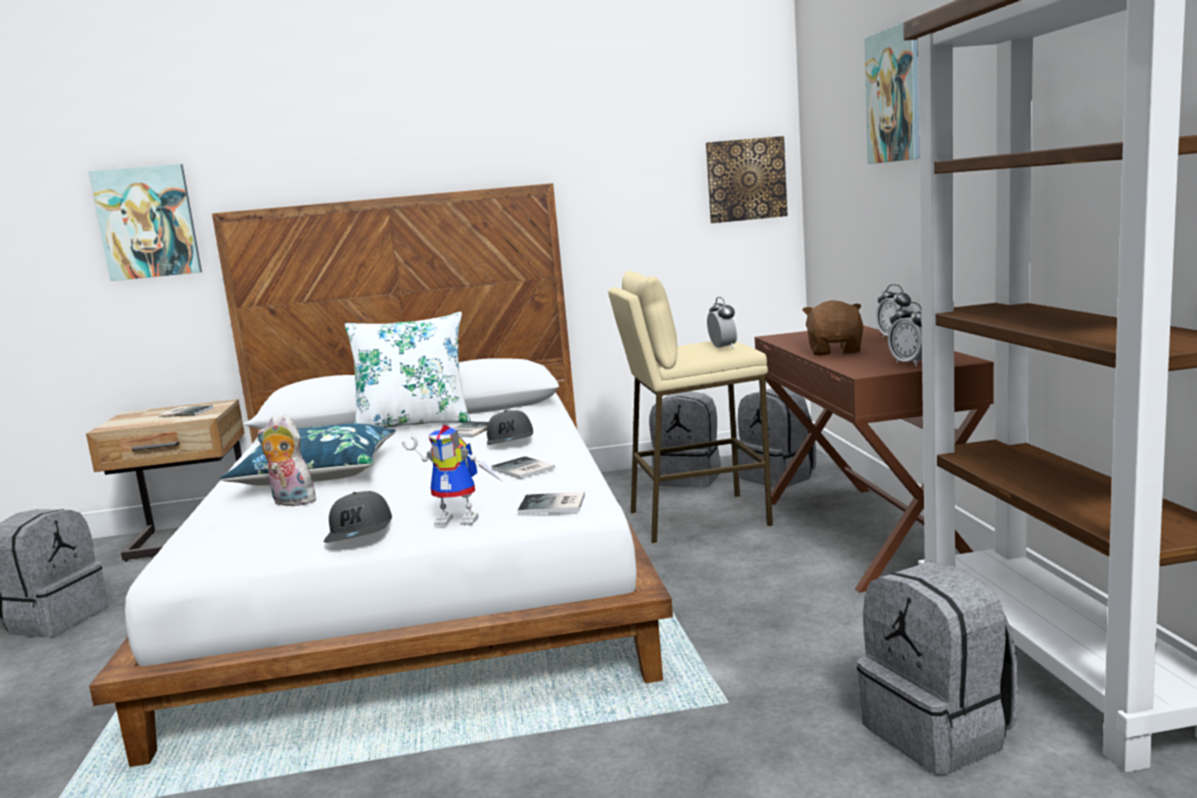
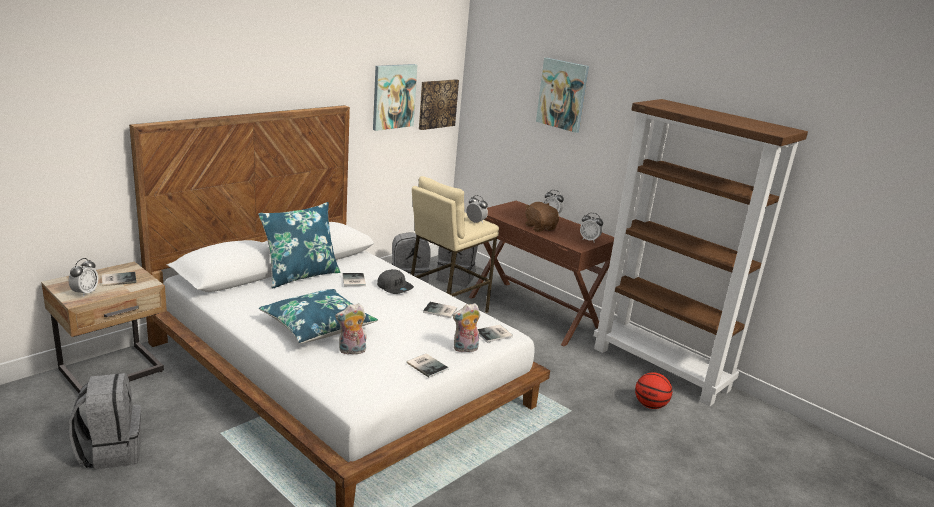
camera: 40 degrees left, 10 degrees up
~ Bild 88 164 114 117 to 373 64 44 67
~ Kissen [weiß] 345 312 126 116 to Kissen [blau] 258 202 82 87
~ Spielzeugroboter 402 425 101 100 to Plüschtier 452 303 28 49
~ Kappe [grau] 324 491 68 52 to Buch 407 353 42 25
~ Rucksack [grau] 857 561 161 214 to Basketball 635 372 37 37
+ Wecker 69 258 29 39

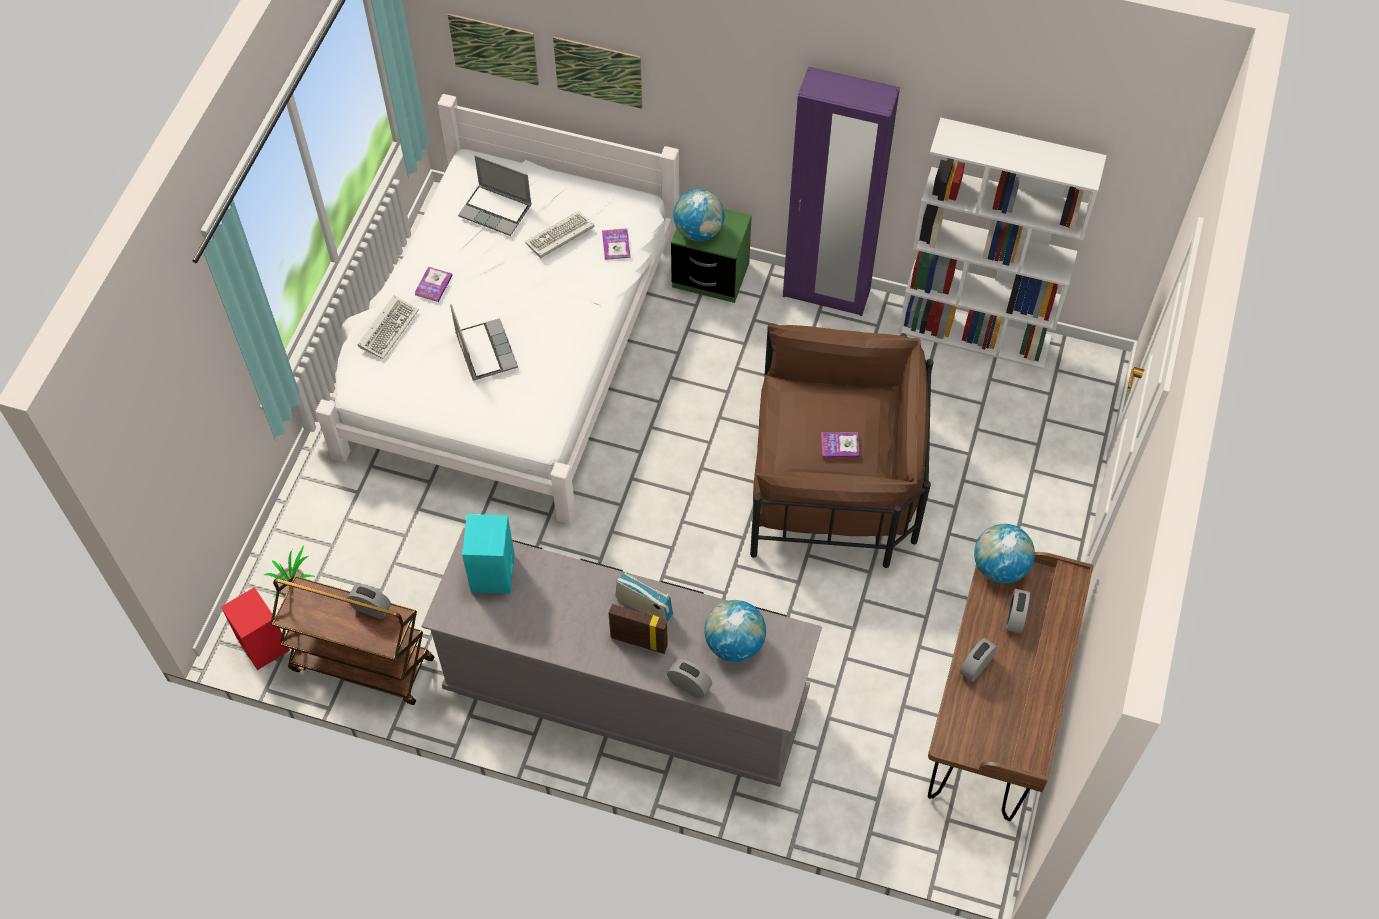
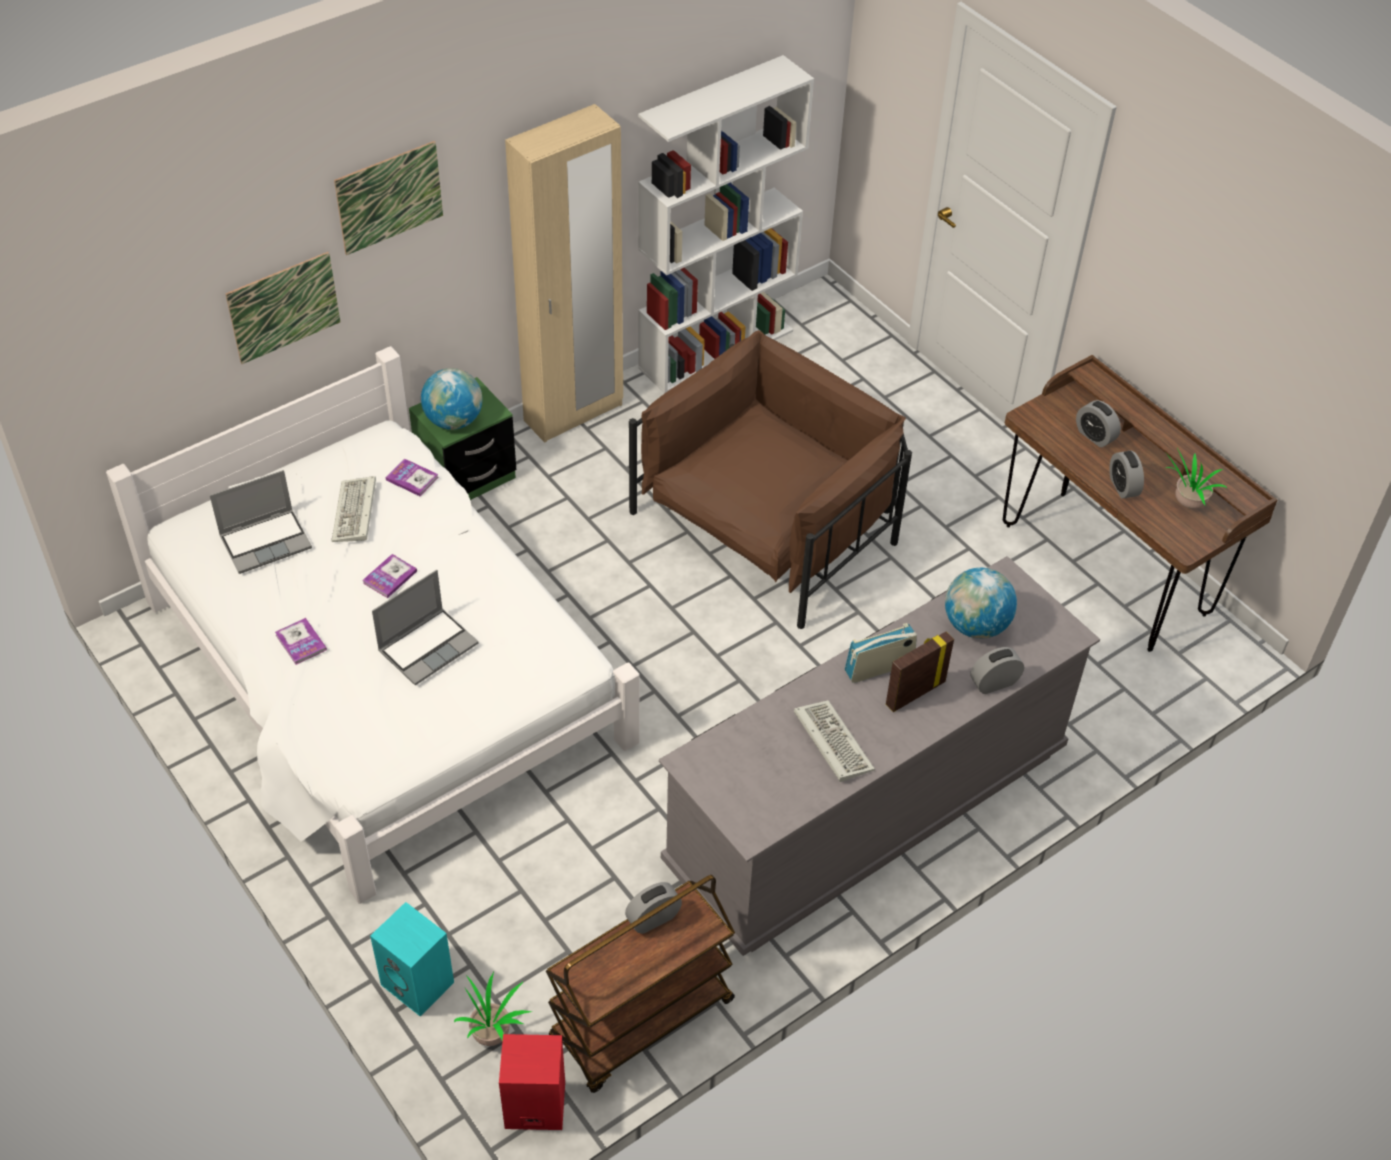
camera: 55 degrees left, 10 degrees down
~ Bild 448 14 91 71 to 334 141 109 114
~ Kleiderschrank [lila] 783 66 117 250 to Kleiderschrank [beige] 505 104 118 339
~ Tastatur 357 295 62 64 to 794 700 81 82
~ Laptop 450 304 68 77 = 372 570 107 116 120 degrees clockwise
~ Buch 821 432 39 26 to 363 554 54 44
~ Lautsprecher [türkis] 462 514 53 80 to 370 902 84 114
- Globus 974 524 61 59
+ Topfpflanze 1166 448 61 61

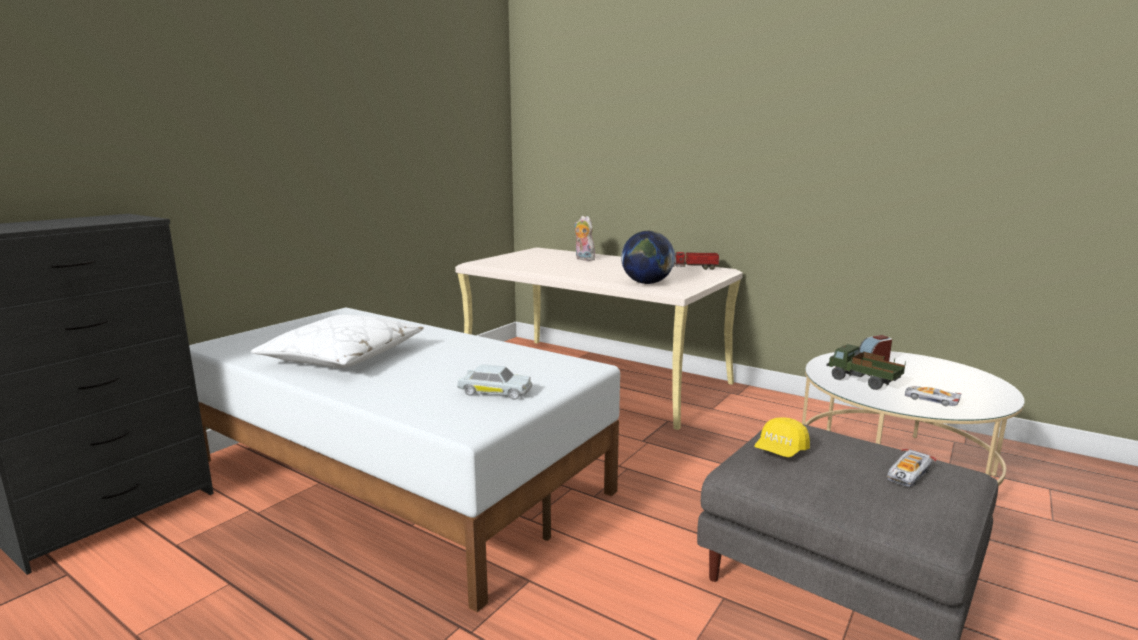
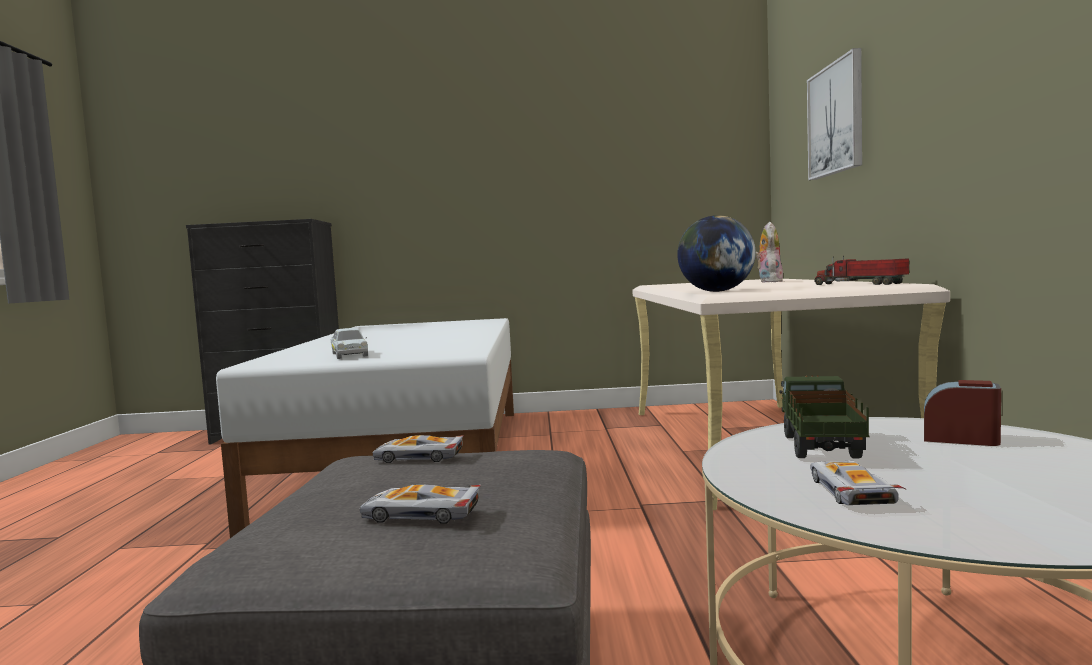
camera: 55 degrees right, 10 degrees down
- Kissen [weiß] 251 315 173 53
~ Kappe [gelb] 754 417 56 40 to Spielzeugauto 373 435 91 28
+ Bild 807 48 55 132

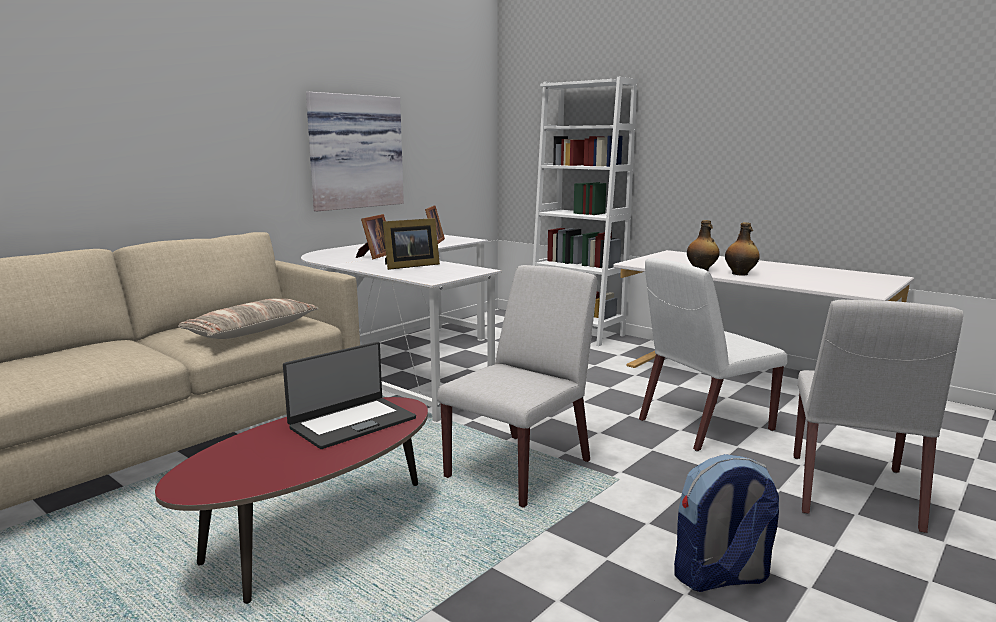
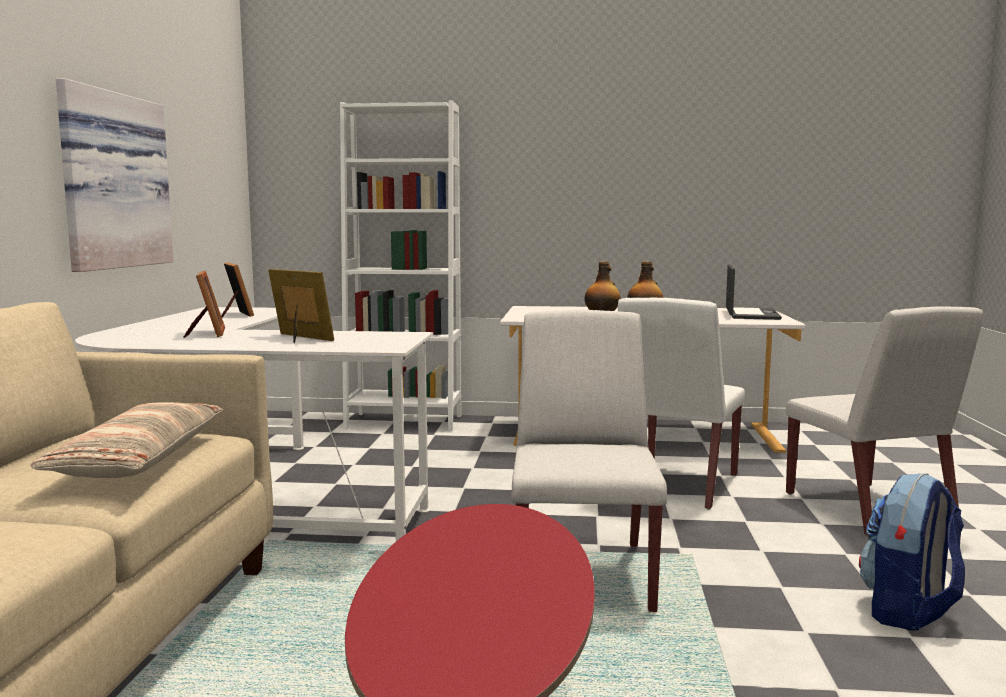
camera: 35 degrees left, 5 degrees down
~ Bilderrahmen 383 218 57 52 = 268 269 66 74 75 degrees counterclockwise
~ Laptop 283 342 133 107 to 726 264 56 56

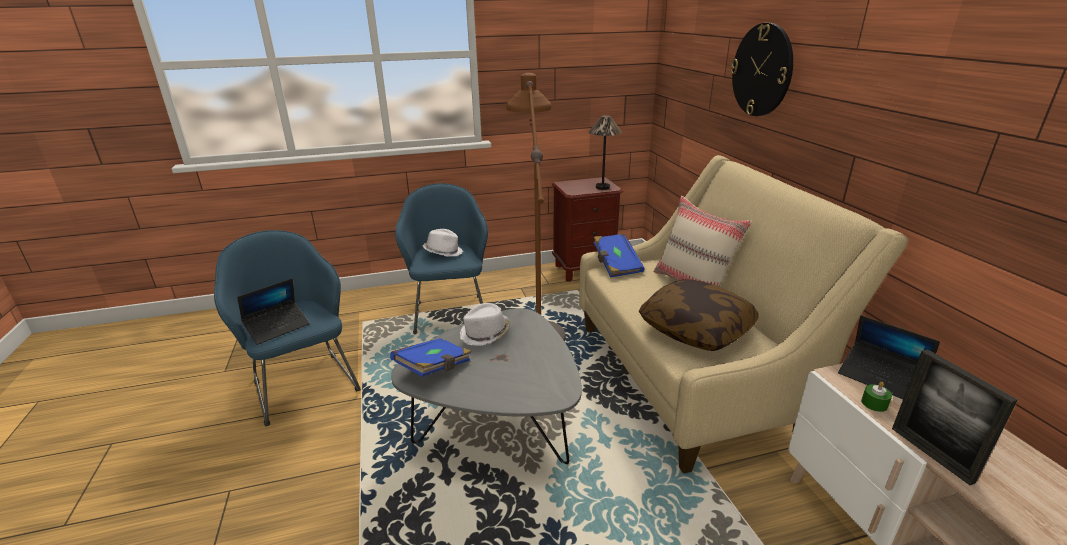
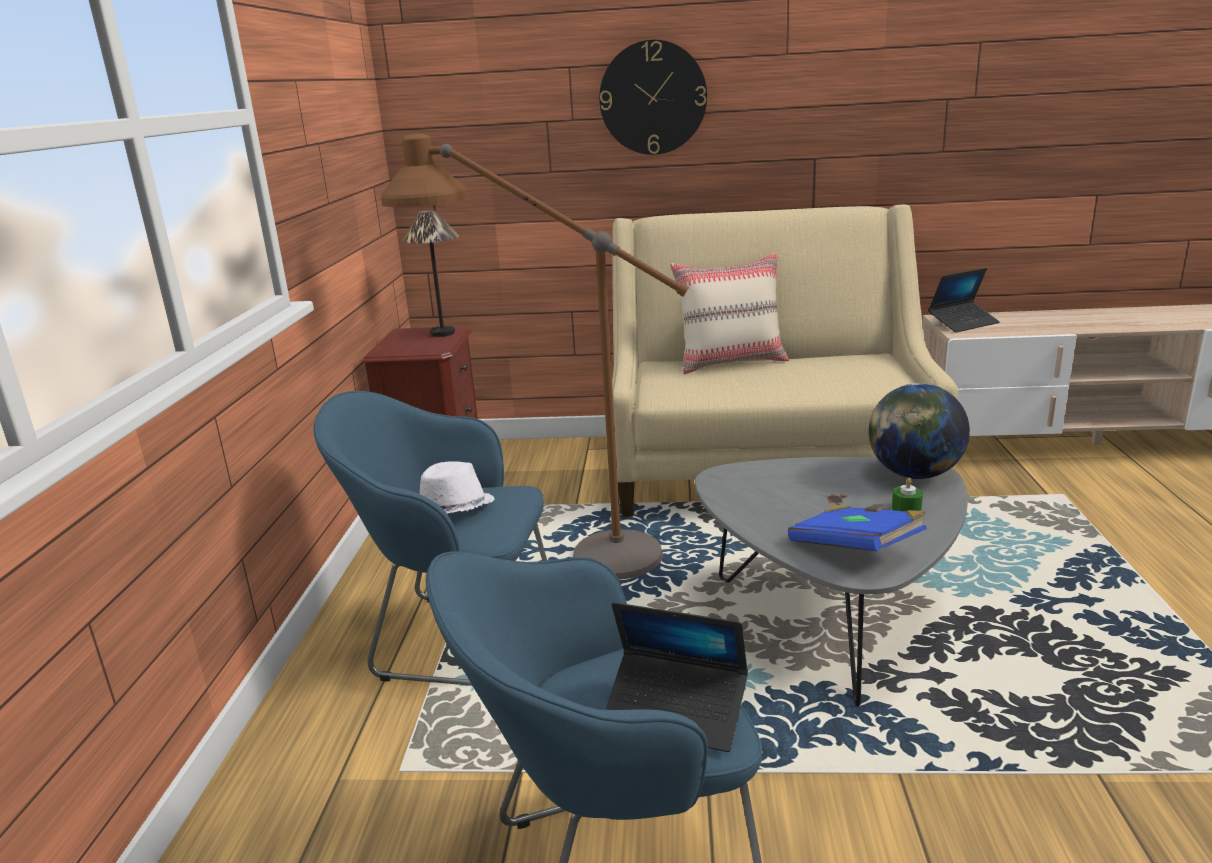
camera: 70 degrees left, 5 degrees down
- Buch [blau] 593 234 52 43
~ Laptop 237 279 73 66 = 605 602 143 150 135 degrees clockwise
- Kissen 639 279 120 72
- Hut [weiß] 460 303 50 43
- Bilderrahmen 892 349 126 136
~ Kerze [grün] 861 382 31 30 to 892 478 31 33
+ Globus 869 383 101 96

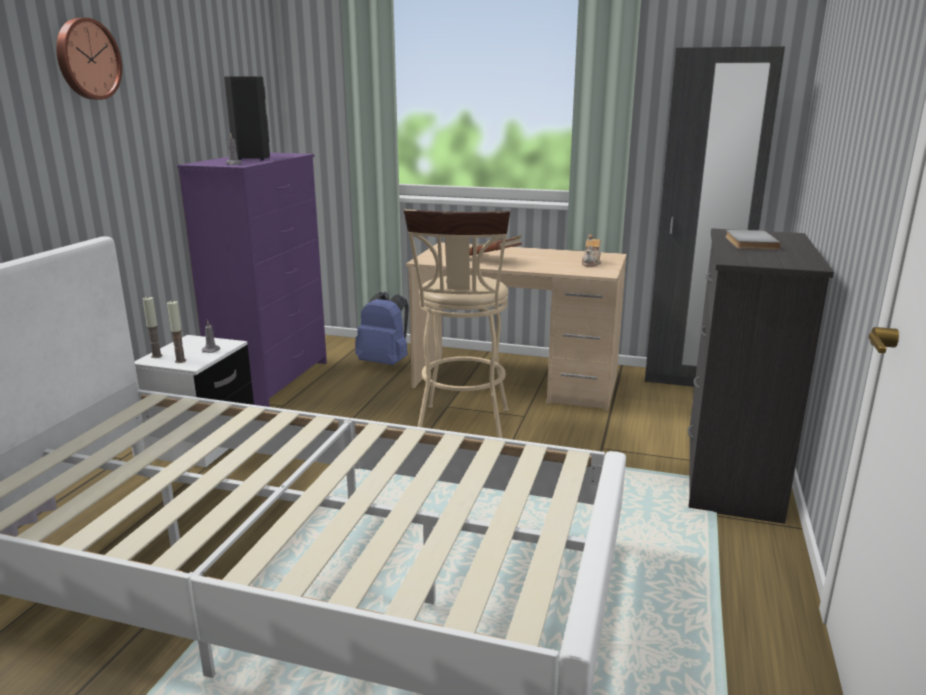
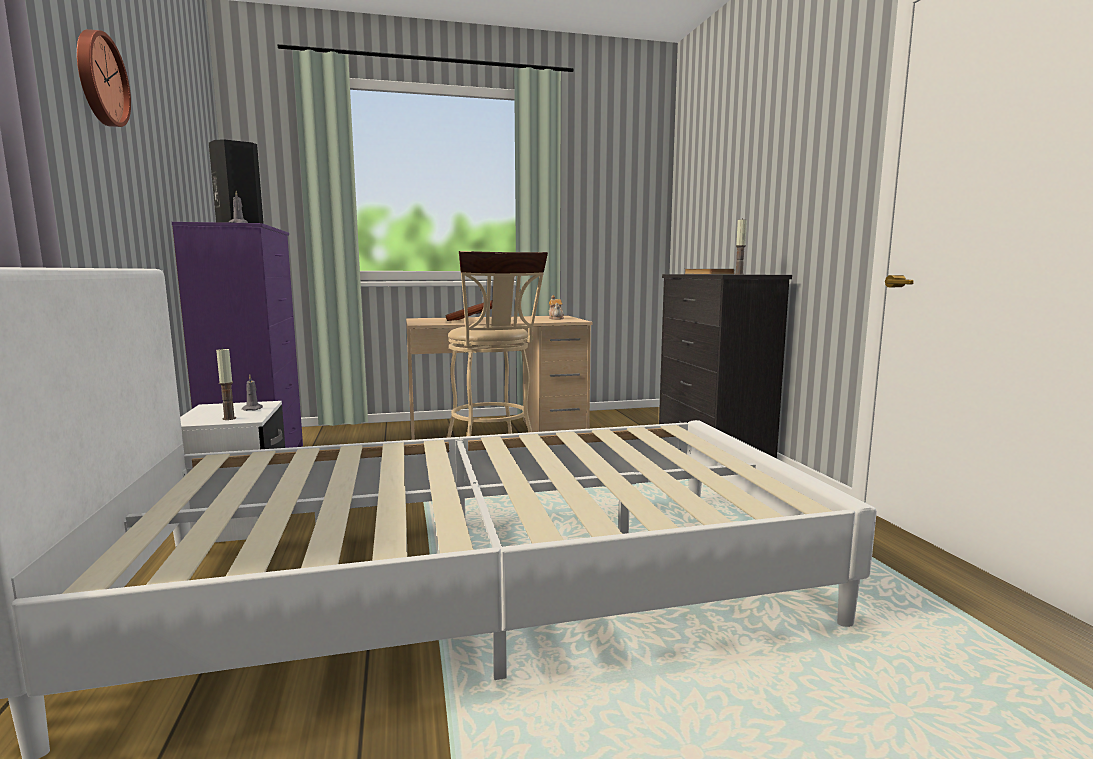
camera: 30 degrees left, 10 degrees down
- Kleiderschrank [schwarz] 645 46 140 341
- Rucksack [blau] 355 292 54 73
~ Kerze 143 296 20 62 to 735 218 12 57

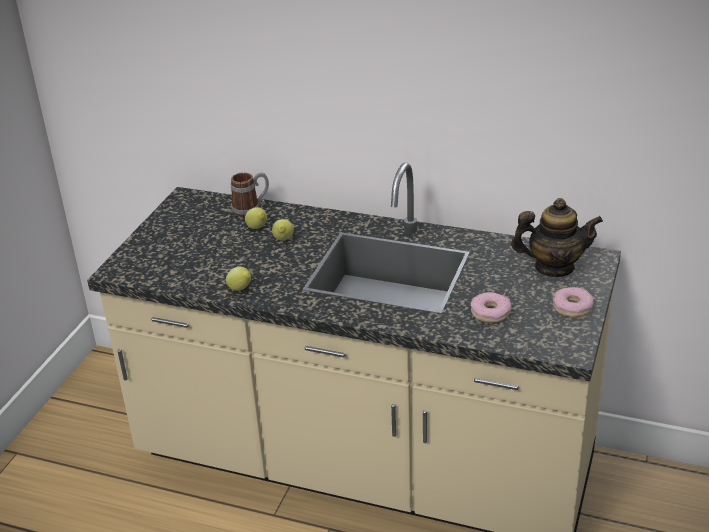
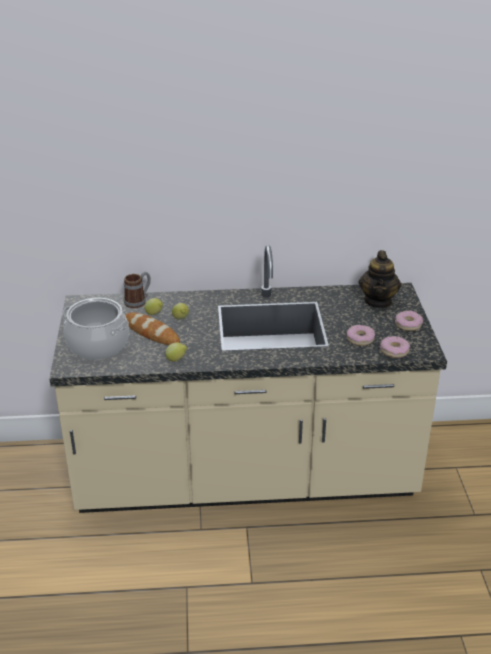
camera: 25 degrees left, 0 degrees up
~ Teekanne 511 198 92 79 = 359 250 43 59 120 degrees clockwise
+ Kochtopf 62 298 67 62
+ Brot 125 313 55 32
+ Donut 380 336 30 22

